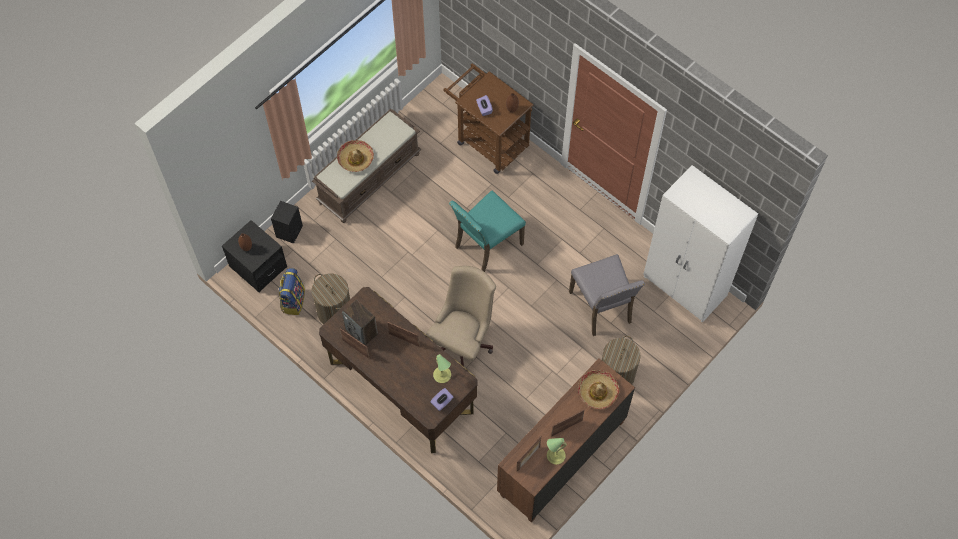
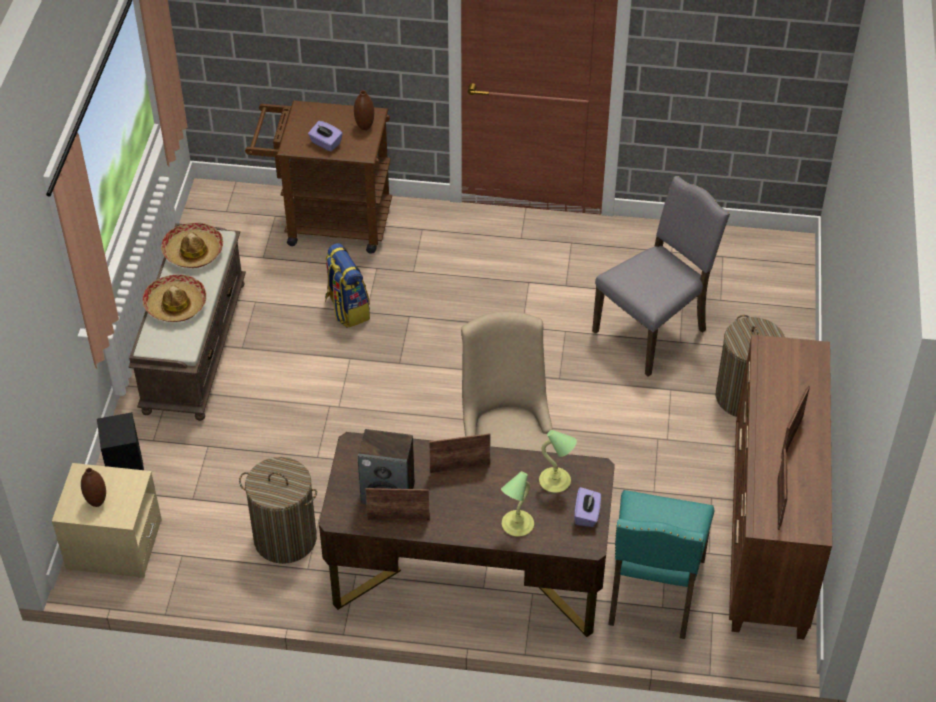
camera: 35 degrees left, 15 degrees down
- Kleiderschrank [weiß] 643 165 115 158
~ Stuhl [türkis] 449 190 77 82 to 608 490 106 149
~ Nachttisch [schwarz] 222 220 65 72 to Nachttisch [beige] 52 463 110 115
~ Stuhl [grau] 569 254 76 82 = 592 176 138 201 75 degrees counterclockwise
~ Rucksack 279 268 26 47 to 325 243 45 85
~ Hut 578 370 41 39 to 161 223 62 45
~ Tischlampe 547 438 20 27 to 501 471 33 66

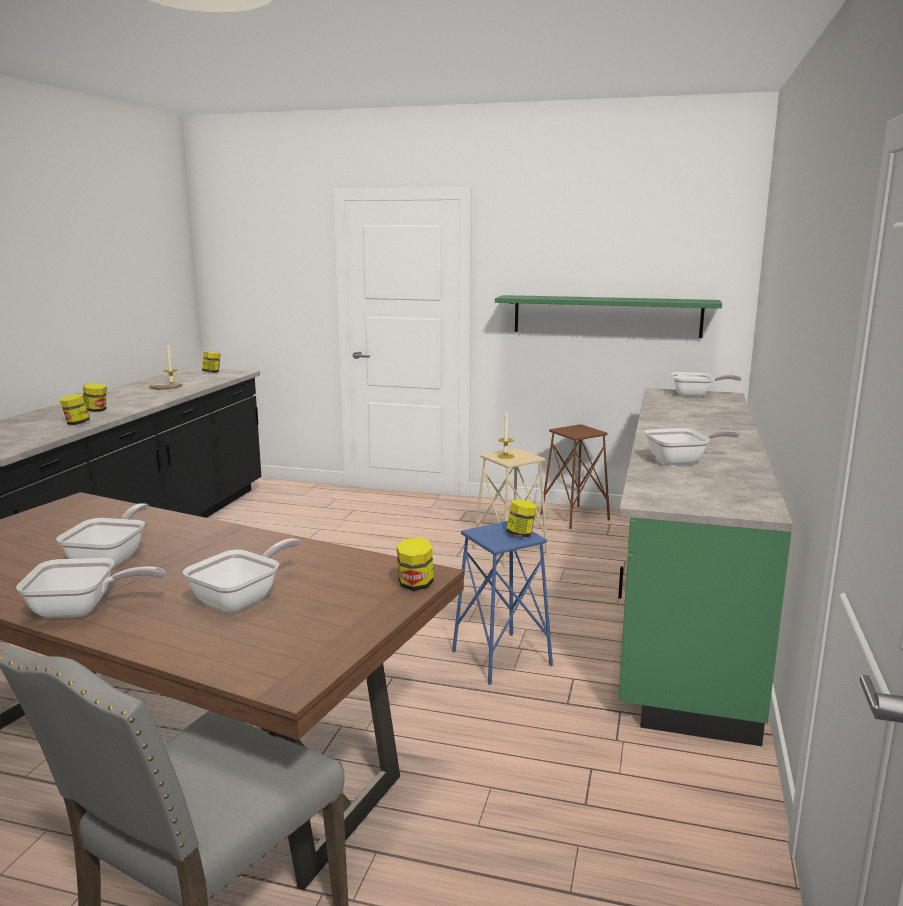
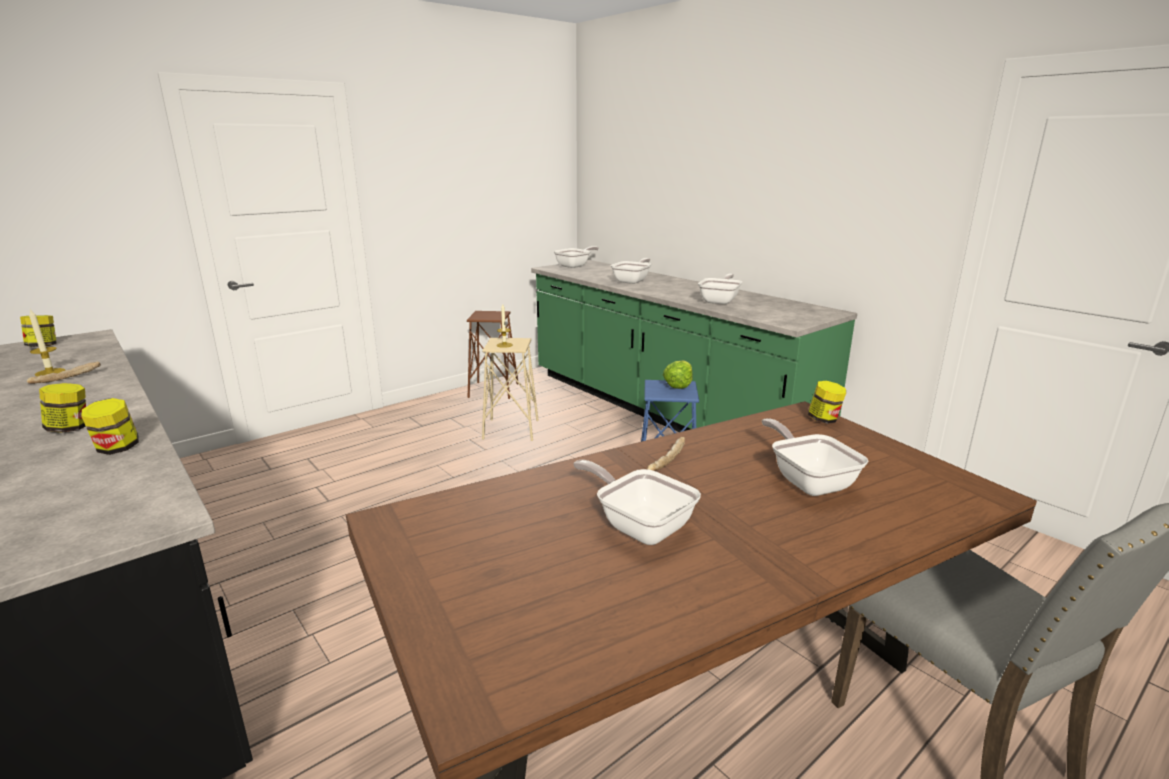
camera: 55 degrees left, 5 degrees up
- Wandregal [grün] 495 295 227 43
~ Vorratsglas 506 500 31 37 to Salatkopf 663 360 29 29
~ Pfanne 16 558 149 60 to 611 258 40 26
+ Brot 647 437 38 34

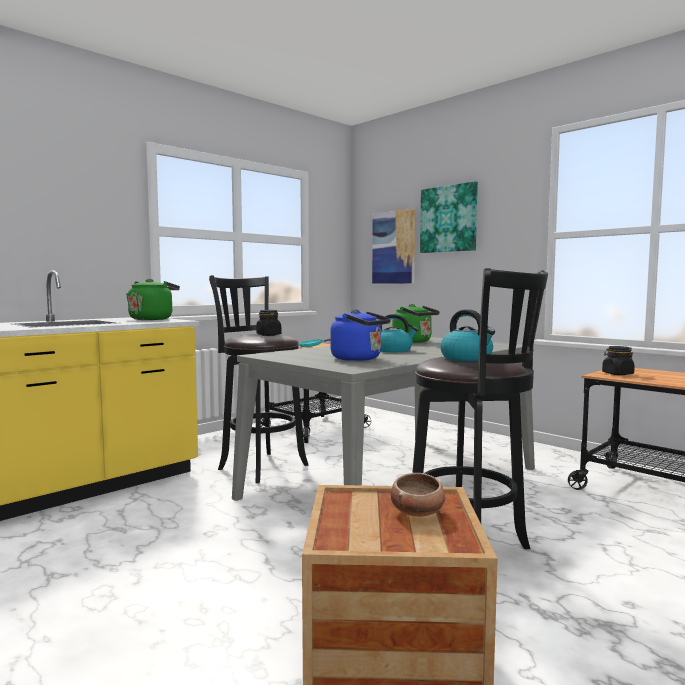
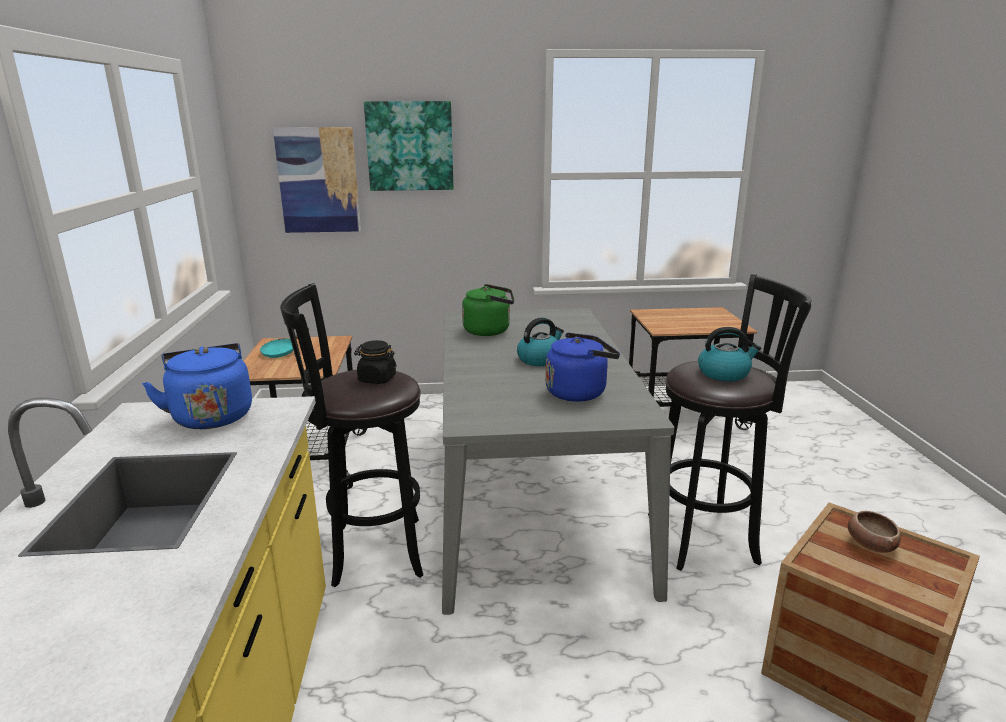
camera: 50 degrees left, 15 degrees up
~ Wasserkessel [grün] 126 279 54 41 to Wasserkessel [blau] 142 343 110 86
- Vorratsglas [schwarz] 602 346 33 29

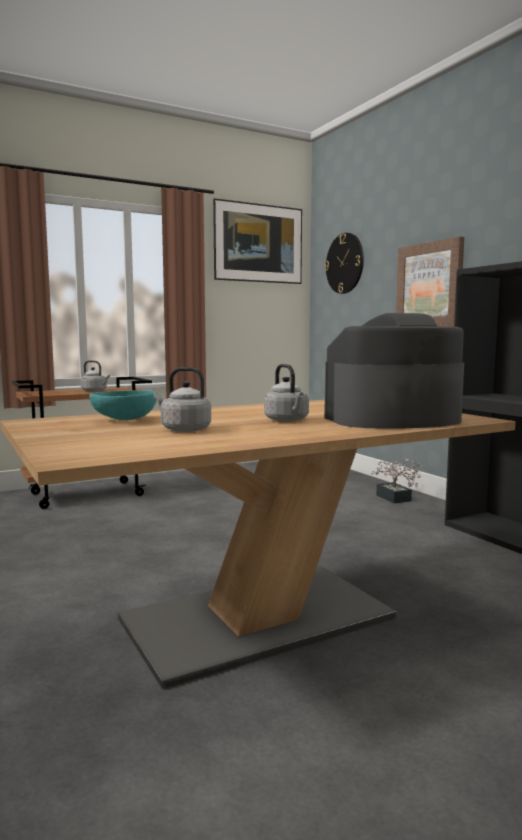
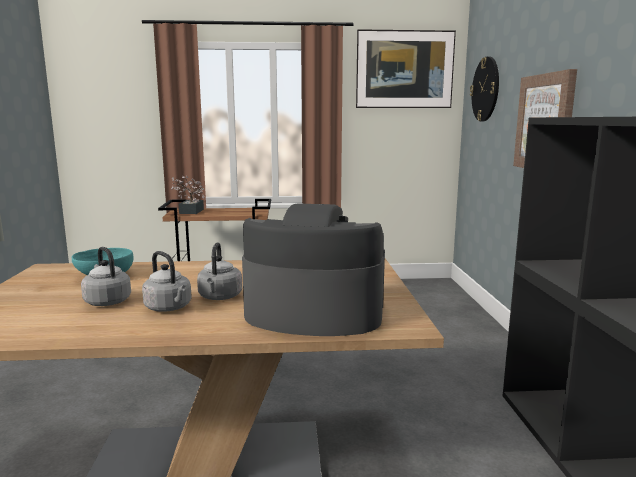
camera: 25 degrees right, 5 degrees up
~ Wasserkessel [grau] 80 360 30 32 to 142 251 50 61
~ Topfpflanze 371 459 52 44 to 171 176 34 38

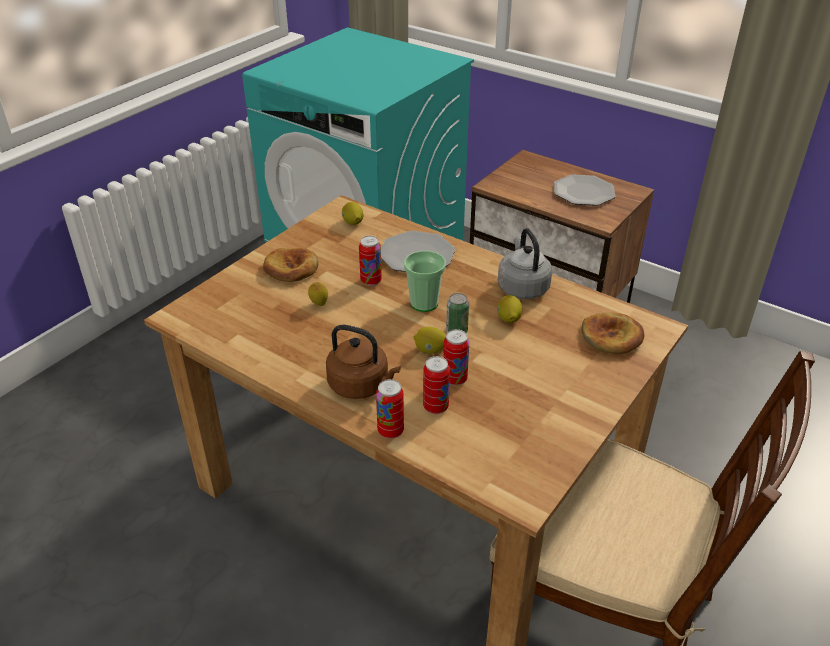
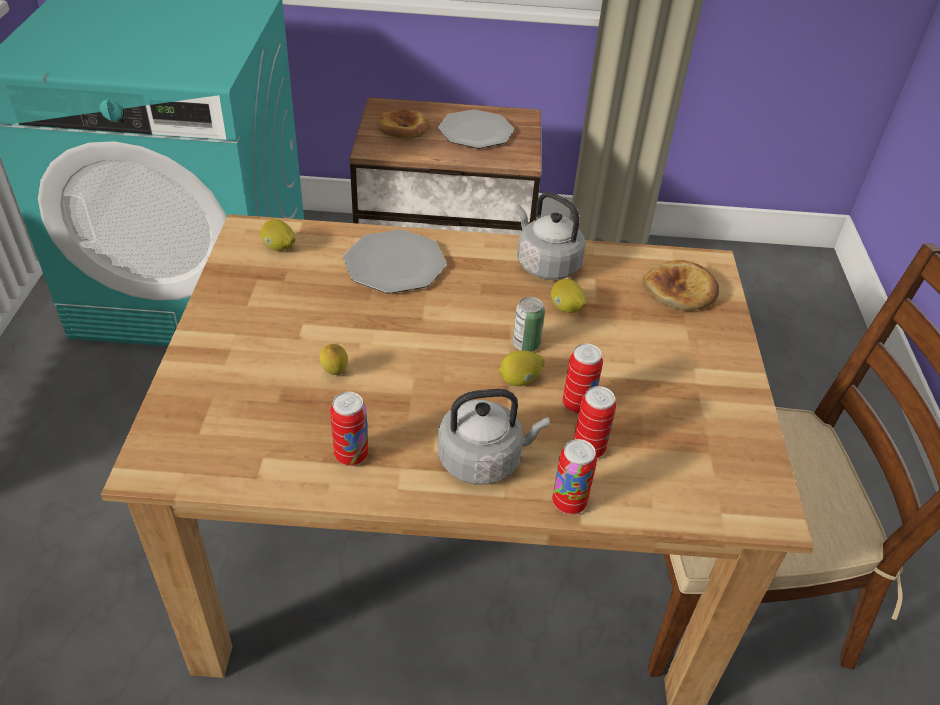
camera: 35 degrees left, 5 degrees up
~ Dose 359 236 23 50 to 330 392 38 74
~ Brot 263 248 56 34 to 377 109 54 30
- Tasse 404 251 42 61
~ Wasserkessel [braun] 326 325 75 74 to Wasserkessel [grau] 438 389 112 96

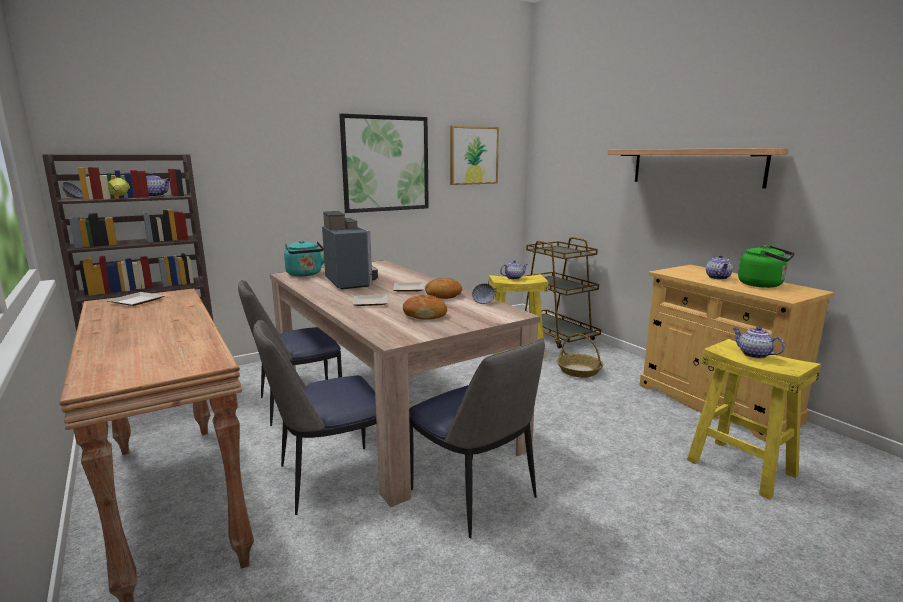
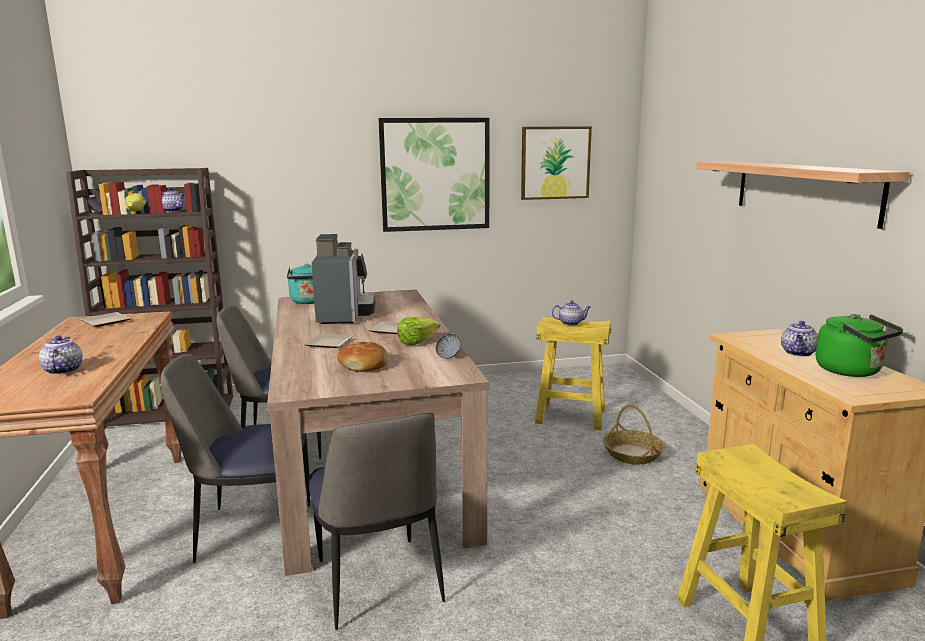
camera: 20 degrees right, 0 degrees up
- Rollwagen [braun] 525 237 76 112
~ Brot 425 278 37 21 to Salatkopf 397 317 43 28
~ Teekanne 733 326 52 33 to 39 335 44 40

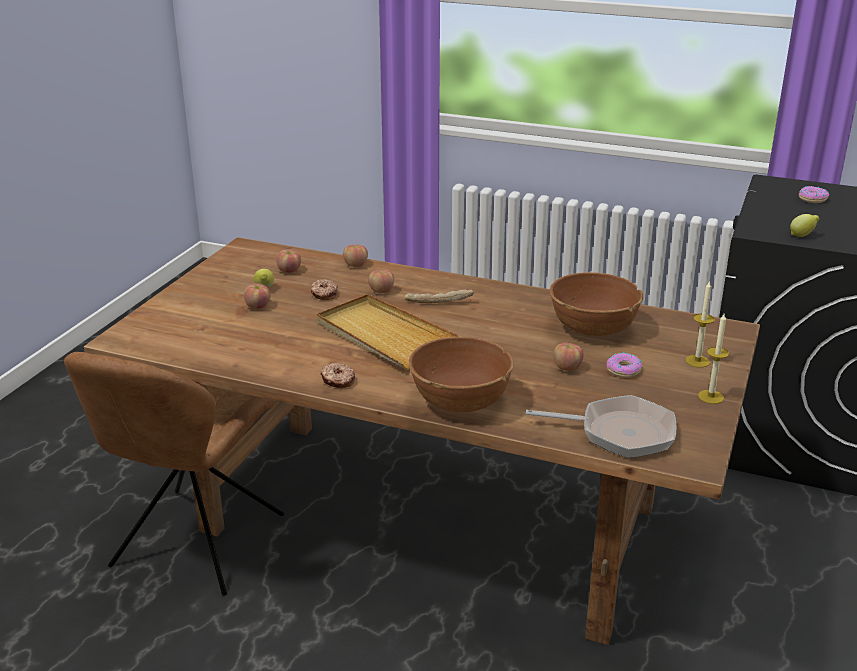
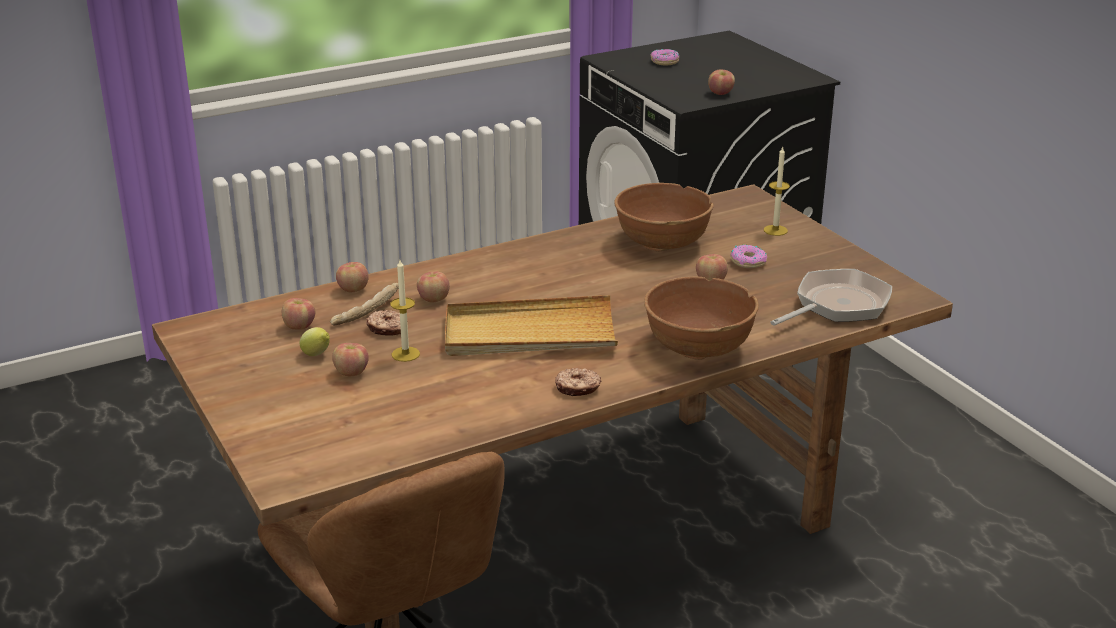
camera: 50 degrees left, 0 degrees up
~ Zitrone 790 214 29 23 to Apfel 708 69 27 26
~ Brot 404 289 70 14 to 330 283 68 43
~ Kerze 698 314 31 90 to 390 260 30 102

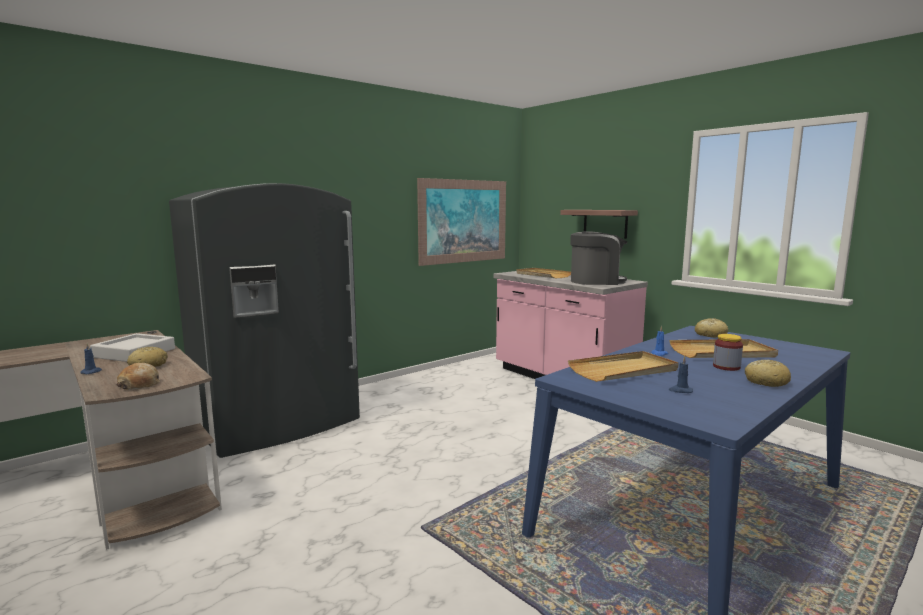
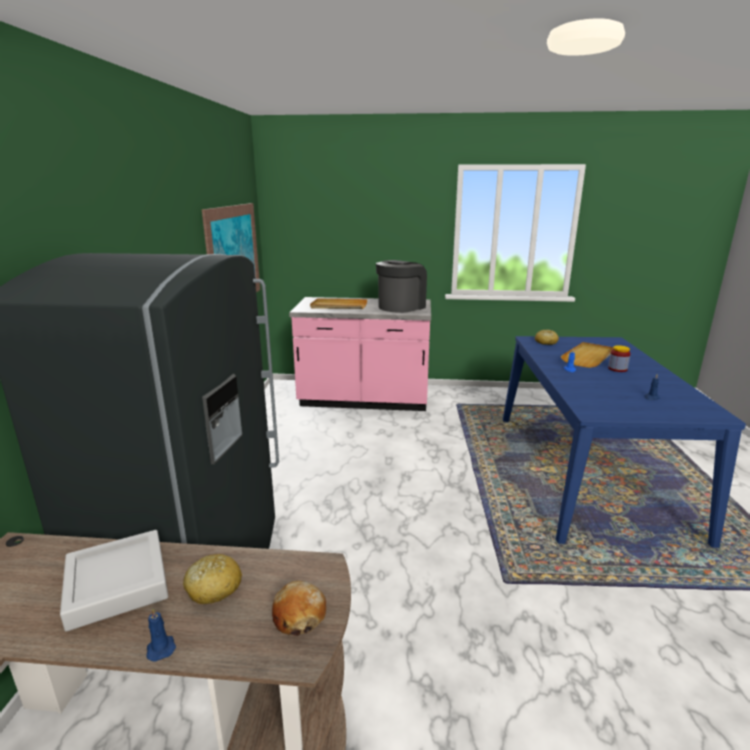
camera: 45 degrees left, 10 degrees up
- Wandregal 560 210 78 29
- Tablett [beige] 568 351 111 31
- Brot 745 360 46 27

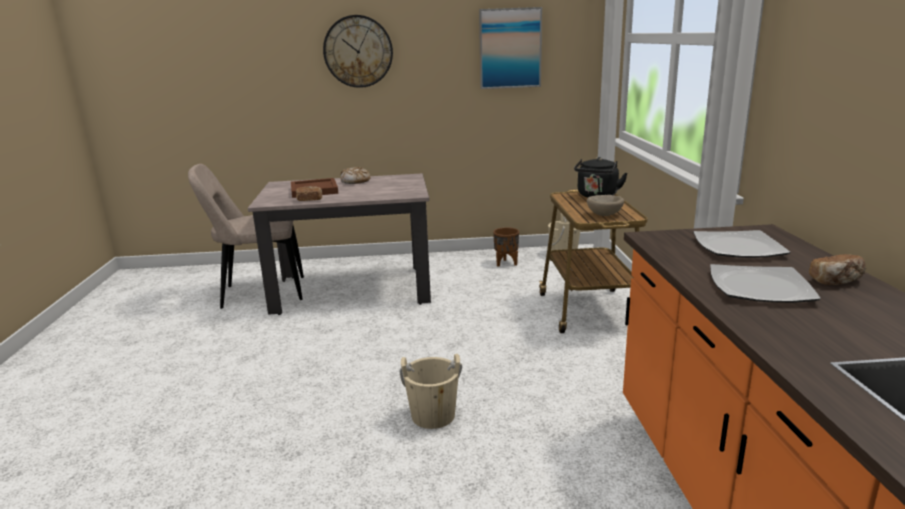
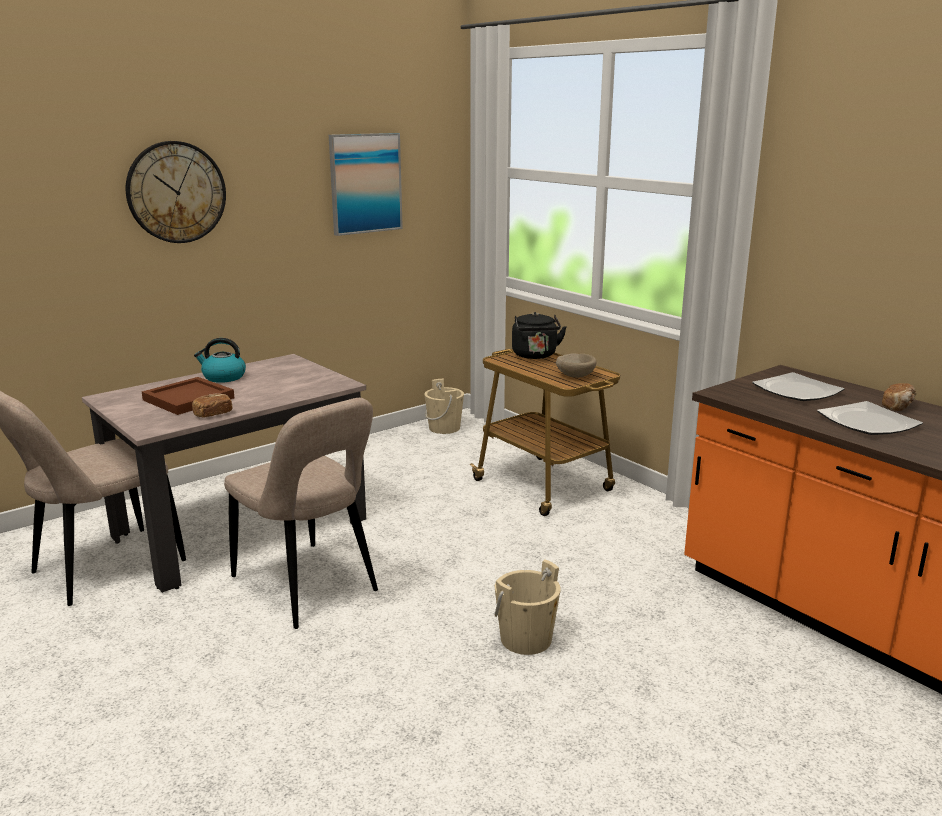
camera: 35 degrees left, 0 degrees up
~ Brot 341 167 30 17 to Wasserkessel 194 338 52 45
- Pflanzkübel [braun] 493 227 26 40
+ Stuhl [beige] 224 398 154 231

